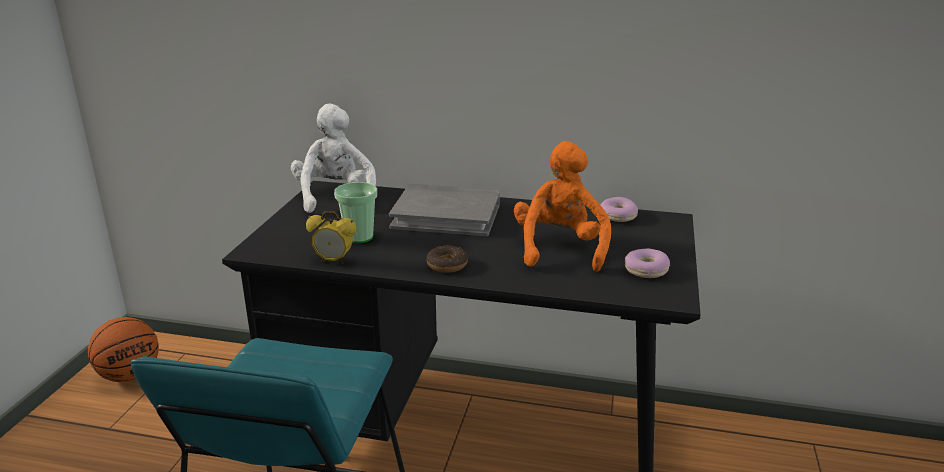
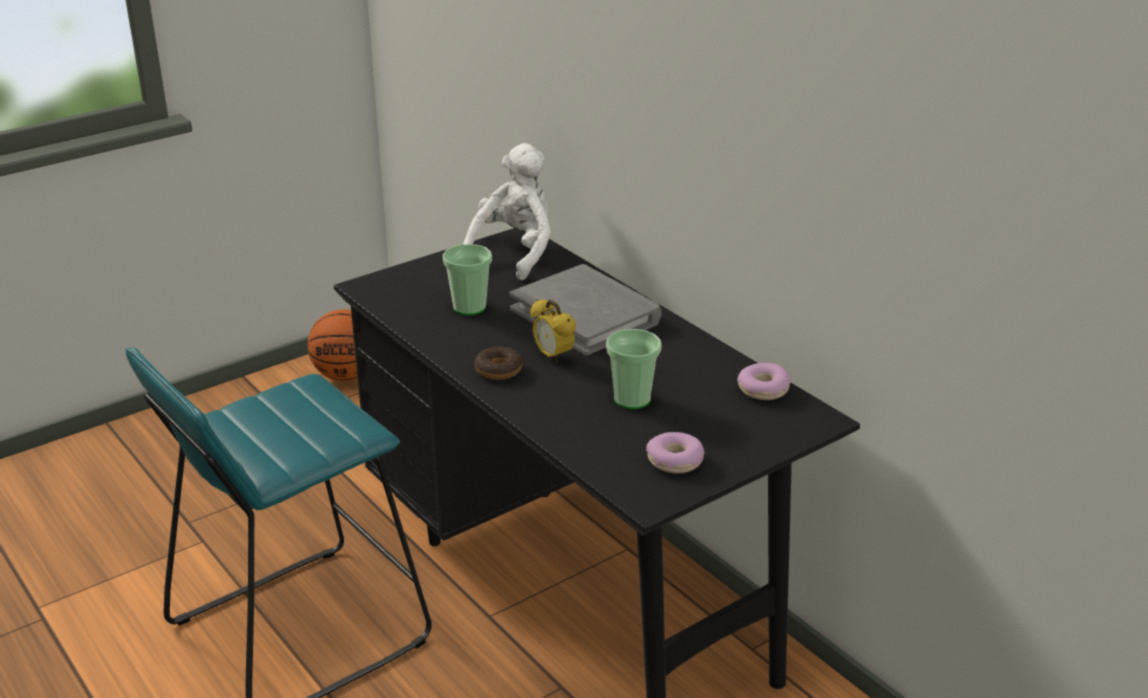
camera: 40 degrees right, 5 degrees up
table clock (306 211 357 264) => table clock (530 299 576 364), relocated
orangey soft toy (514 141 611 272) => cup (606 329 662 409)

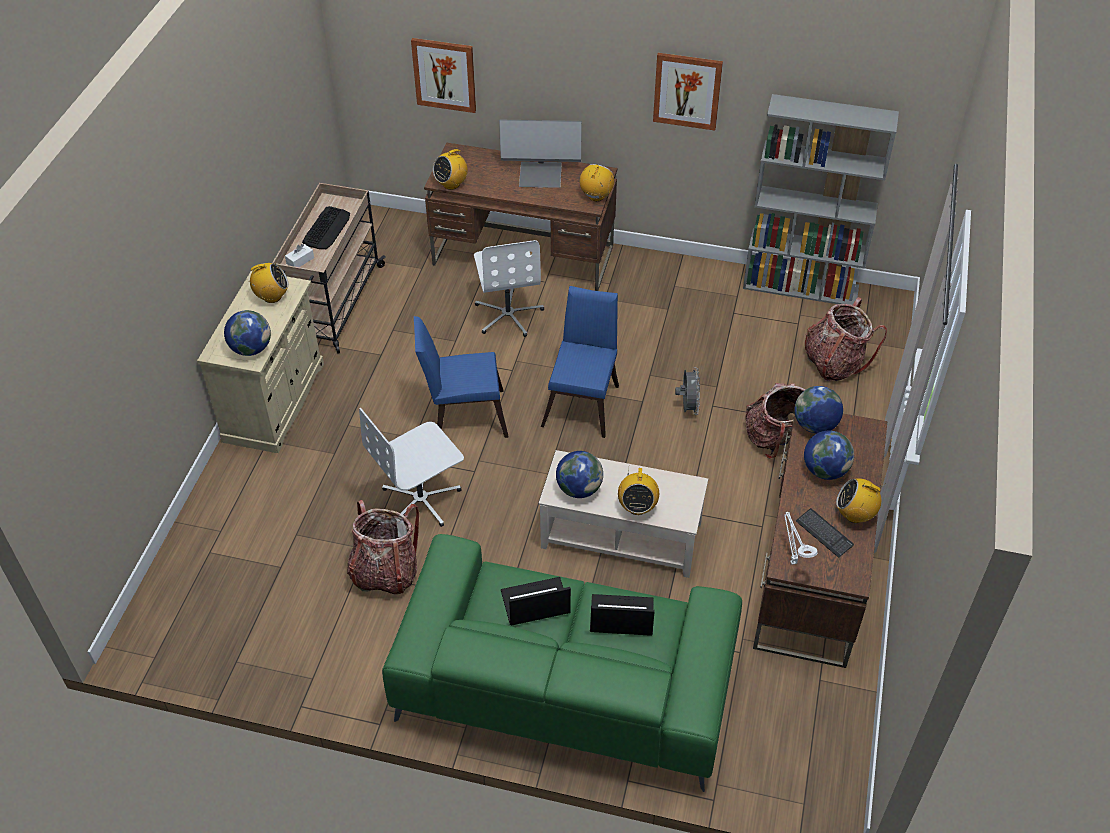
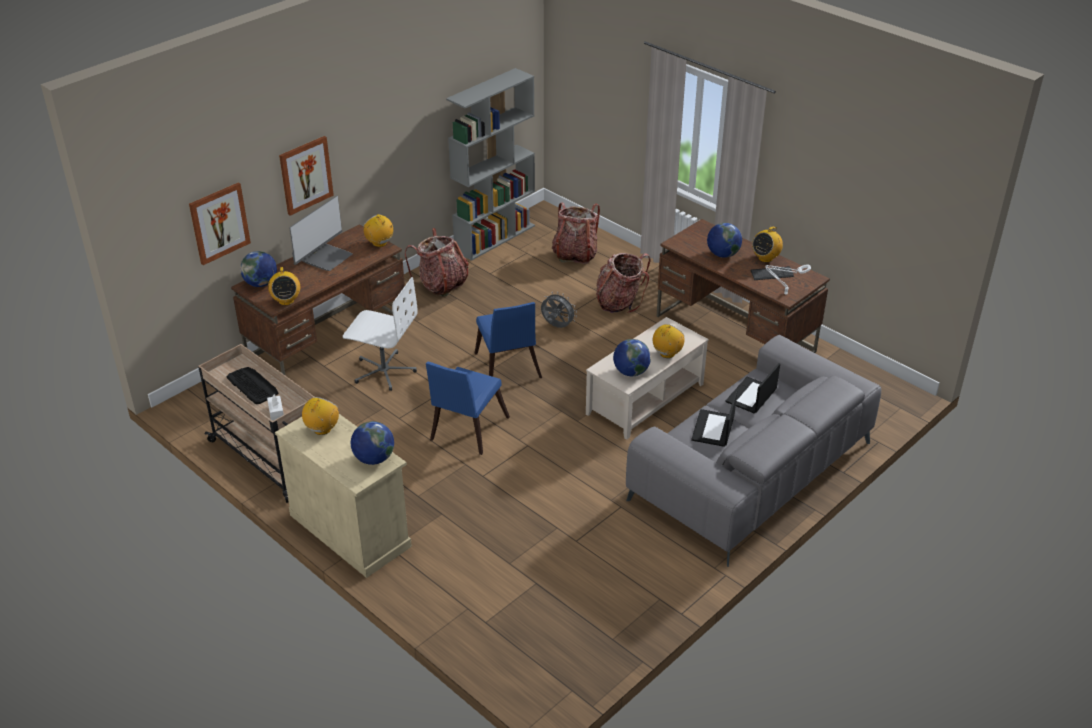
camera: 60 degrees left, 10 degrees down
knapsack (347 500 419 595) => knapsack (405 228 469 296), relocated
white-coloured computer chair (359 408 464 527) => nothing
green-coloured couch (382 534 742 792) => gray couch (626 335 881 567)
blue upright chair (541 286 619 438) => blue upright chair (475 302 542 378), 150 degrees counterclockwise
radio receiver (618 465 659 515) => radio receiver (653 324 684 358), 90 degrees counterclockwise
wall picture (653 53 723 130) => wall picture (279 136 334 216), relocated
desk globe (795 386 843 434) => desk globe (240 251 277 287), relocated

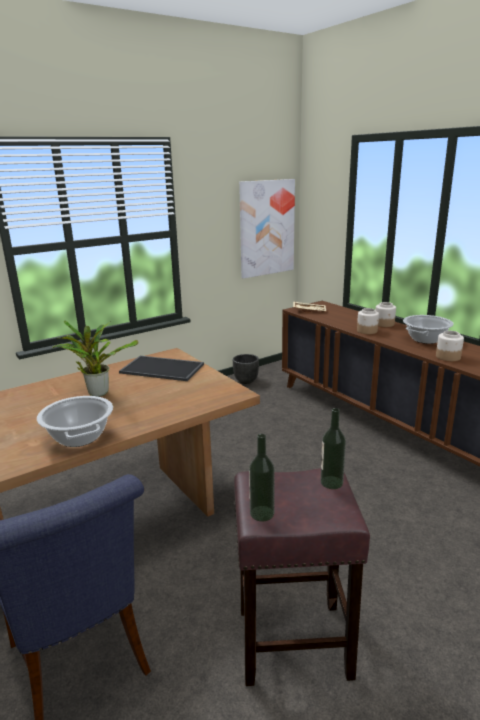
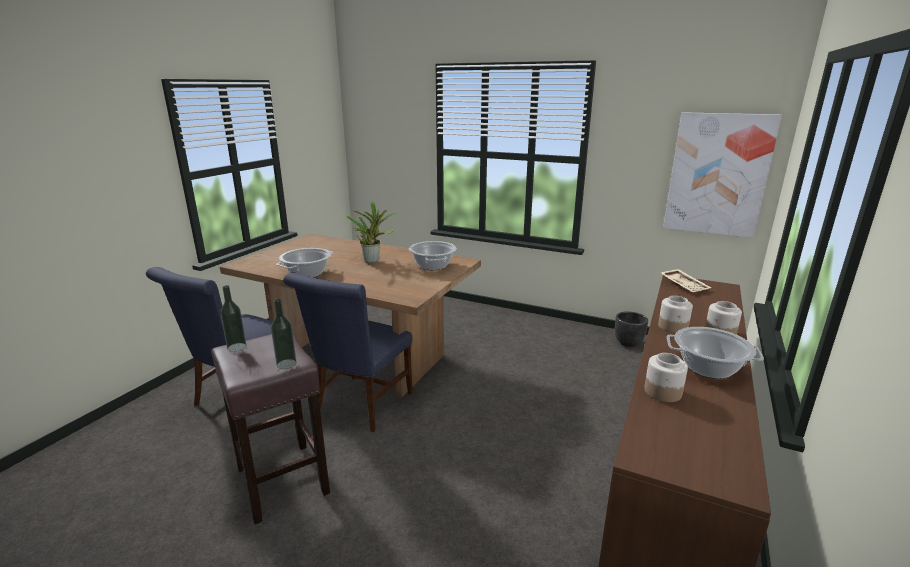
camera: 60 degrees right, 0 degrees up
tray (119 356 204 381) => stockpot (409 241 457 270)
nothing => blue upright chair (283 273 413 432)

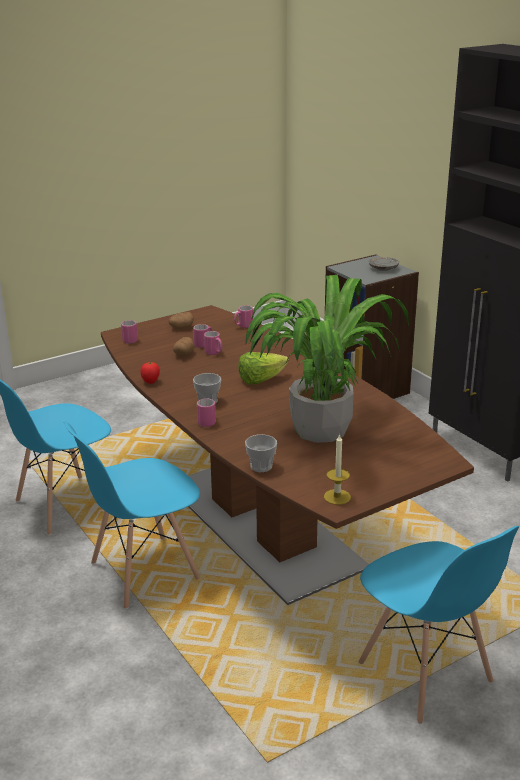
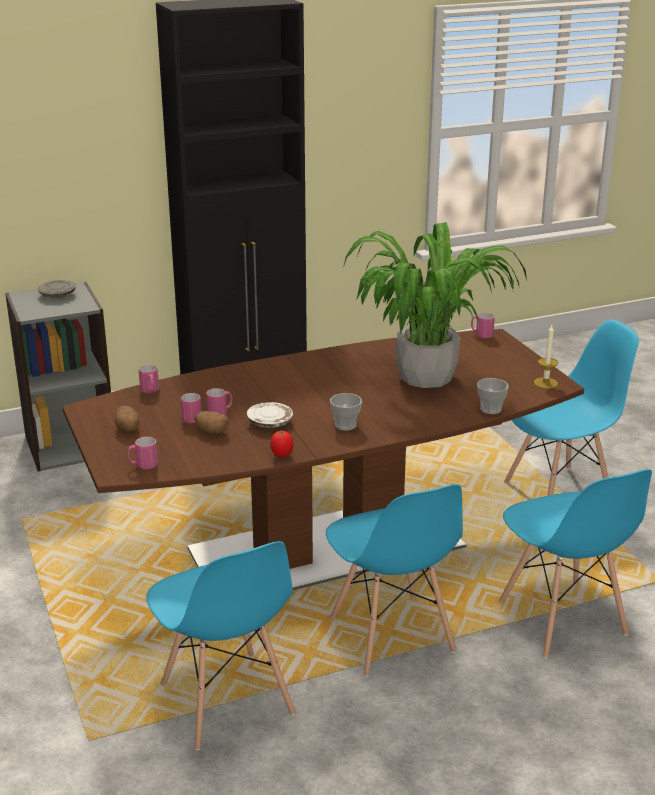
camera: 80 degrees left, 0 degrees up
pink-coloured tea mug (197 398 216 427) => pink-coloured tea mug (471 313 495 339), relocated
head of lettuce (238 352 289 384) => nothing
nothing => white-coloured flat dish (247 402 293 428)
nothing => blue upright chair (498 469 652 659)

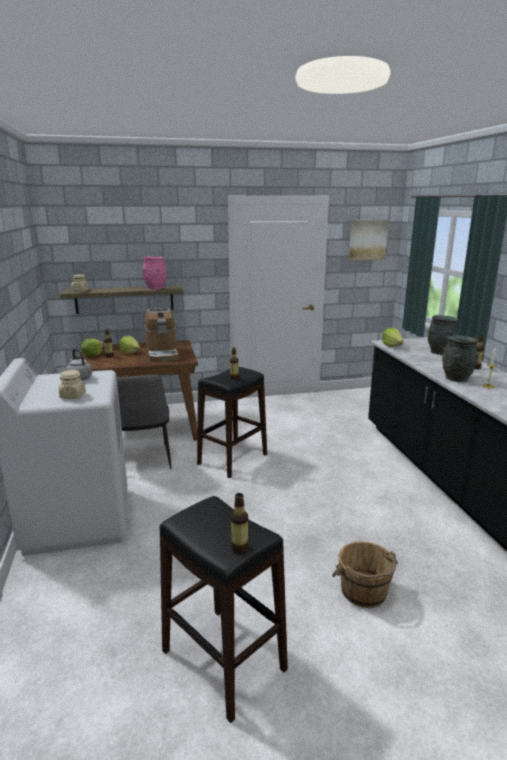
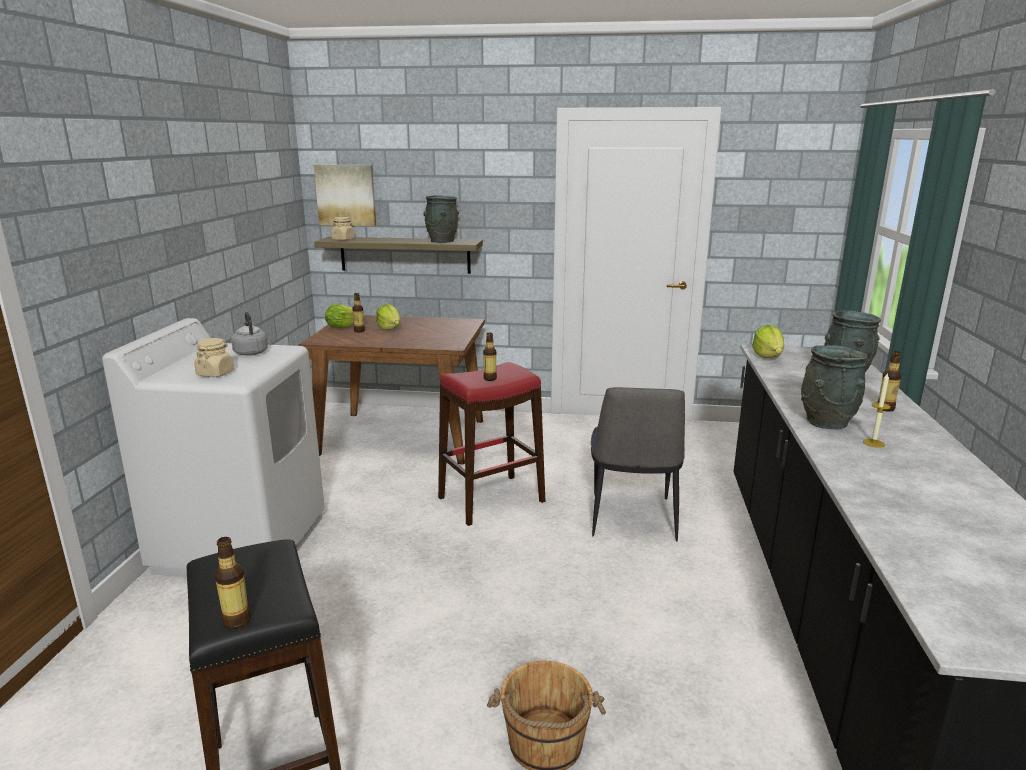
camera: 20 degrees right, 0 degrees up
upright chair (117 374 171 469) => upright chair (591 387 685 542), relocated
pink-coloured flower vase (142 256 167 290) => gray flower vase (423 195 459 243)
coffee machine (145 308 179 362) => nothing
blackish sitting stool (197 367 267 478) => reddish sitting stool (438 362 545 526)
wall picture (349 220 389 260) => wall picture (314 165 376 226), relocated

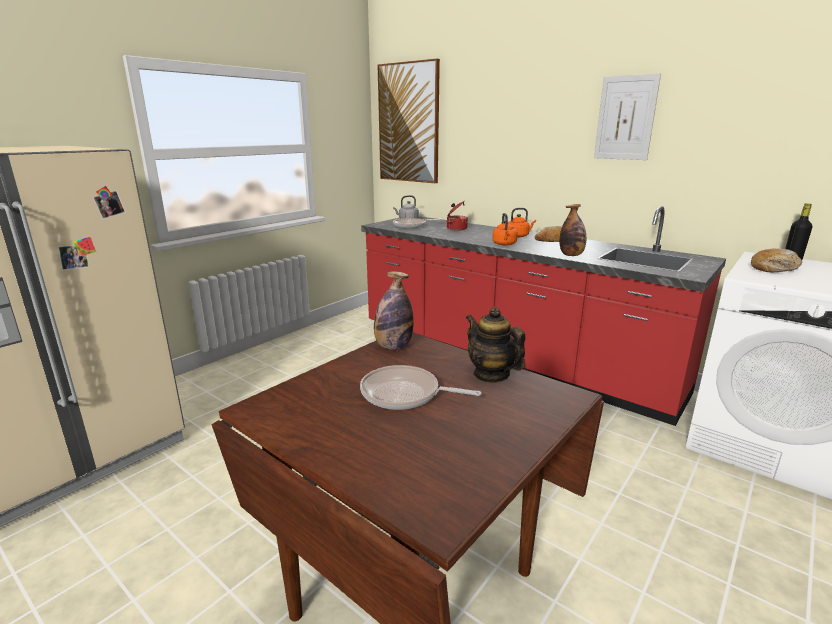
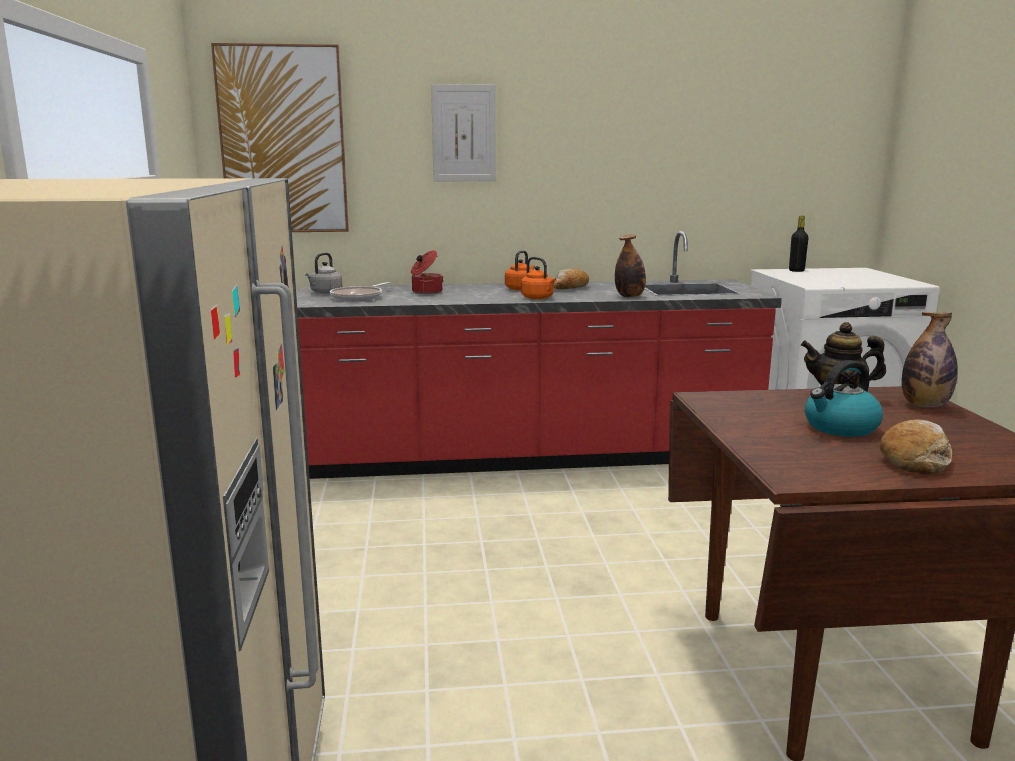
camera: 45 degrees left, 5 degrees down
skillet (360 365 482 410) => tea kettle (805 360 883 437)
beverage bottle (374 271 414 350) => beverage bottle (902 312 958 407), relocated
wall picture (594 73 661 160) => wall picture (431 84 496 181), relocated
bread (751 249 802 273) => bread (879 419 952 475), relocated

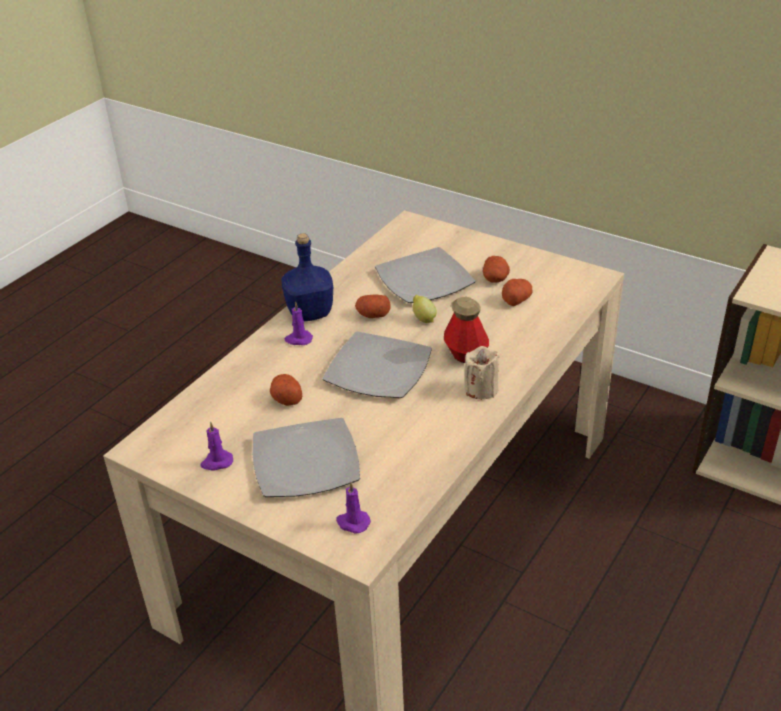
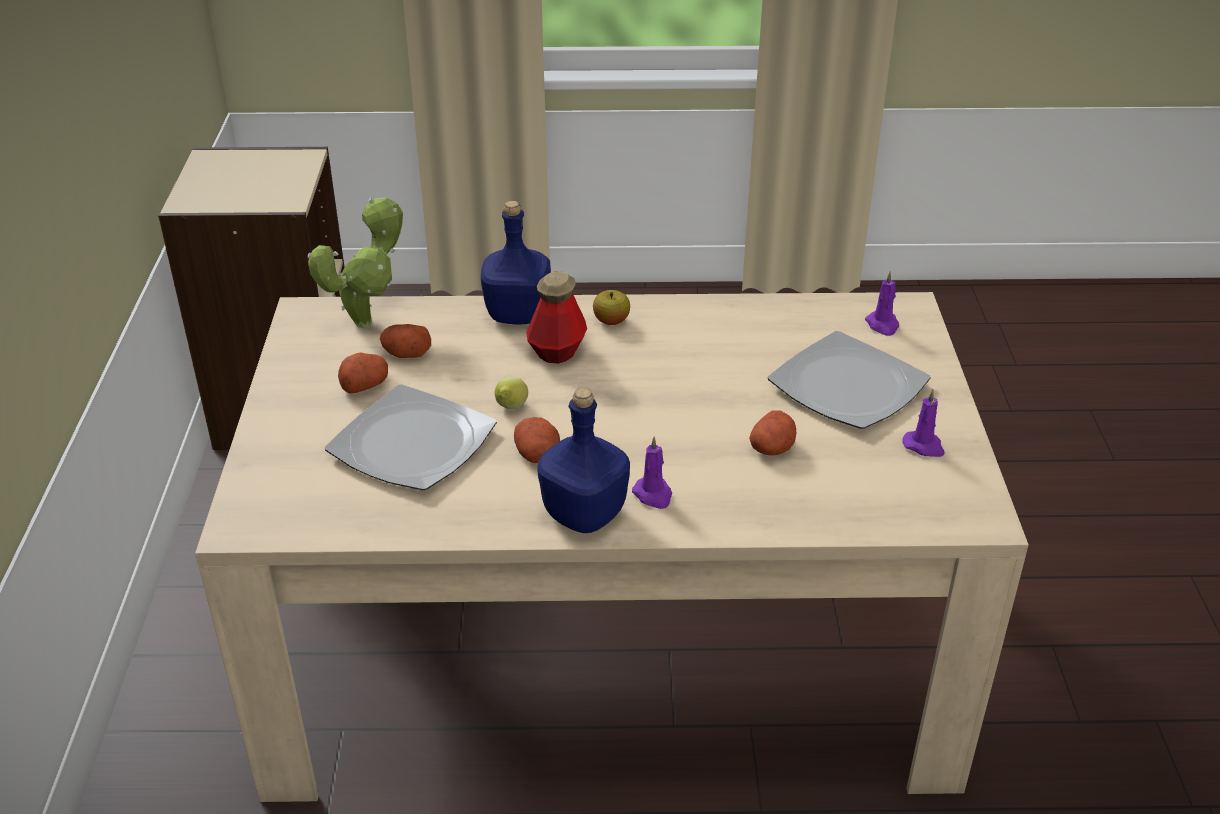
camera: 125 degrees left, 0 degrees up
flat dish (323 331 432 398) => nothing
beige wax light (464 346 500 400) => apple (593 290 630 325)
nothing => plant in a pot (308 197 403 328)
nothing => blue beverage bottle (481 201 551 324)

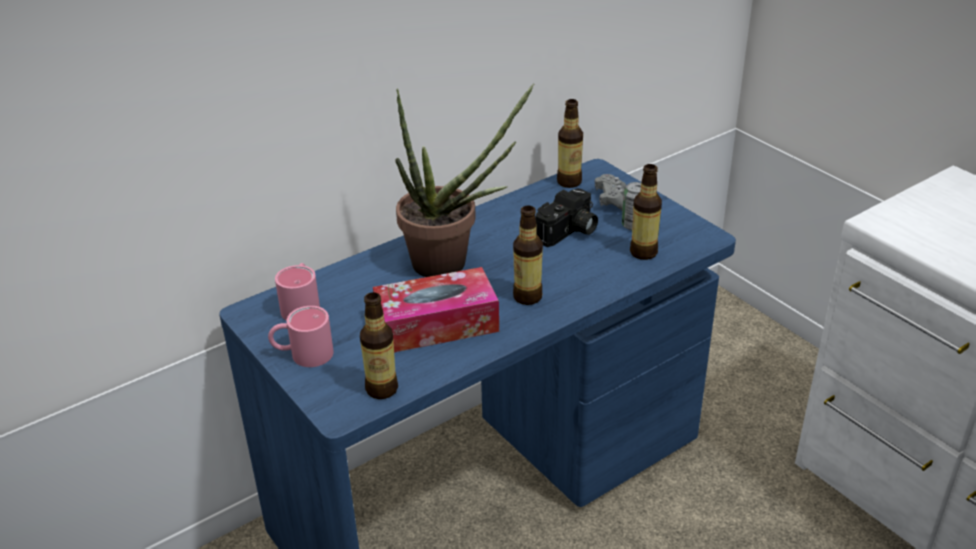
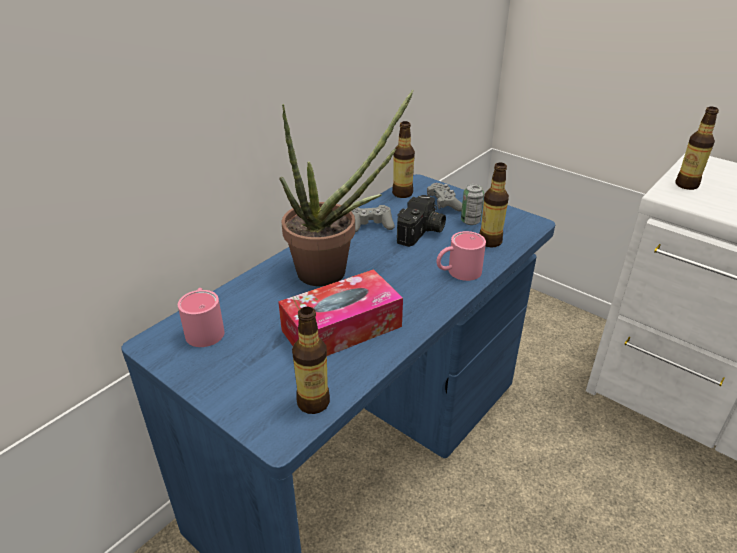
camera: 15 degrees left, 0 degrees up
pink-coloured tea mug (268 306 334 367) => pink-coloured tea mug (436 231 486 281), relocated
beverage bottle (513 205 543 305) => beverage bottle (675 107 719 190), relocated
nothing => gray gamepad (351 205 395 232)

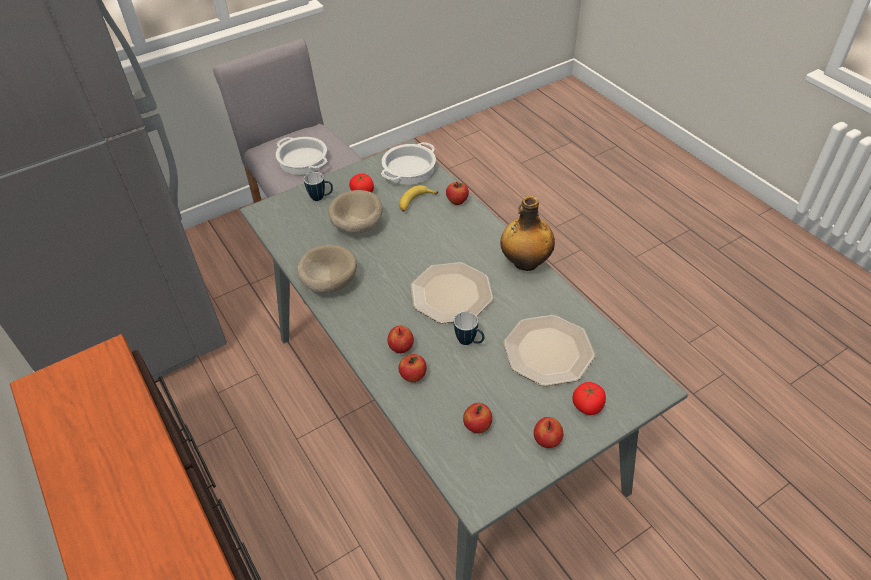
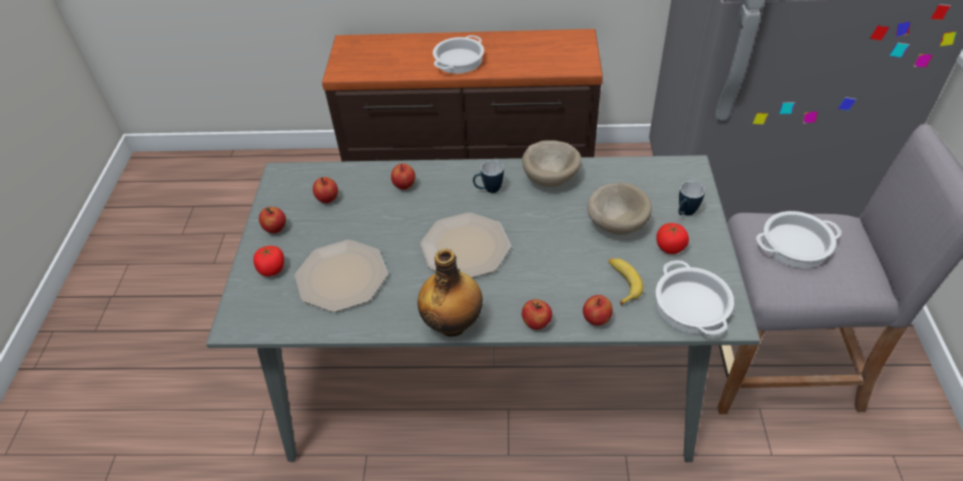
camera: 125 degrees right, 0 degrees up
apple (387 326 414 353) => apple (522 299 552 330), relocated
tea mug (454 311 484 345) => tea mug (473 160 504 193), relocated
nothing => stockpot (433 35 484 74)

